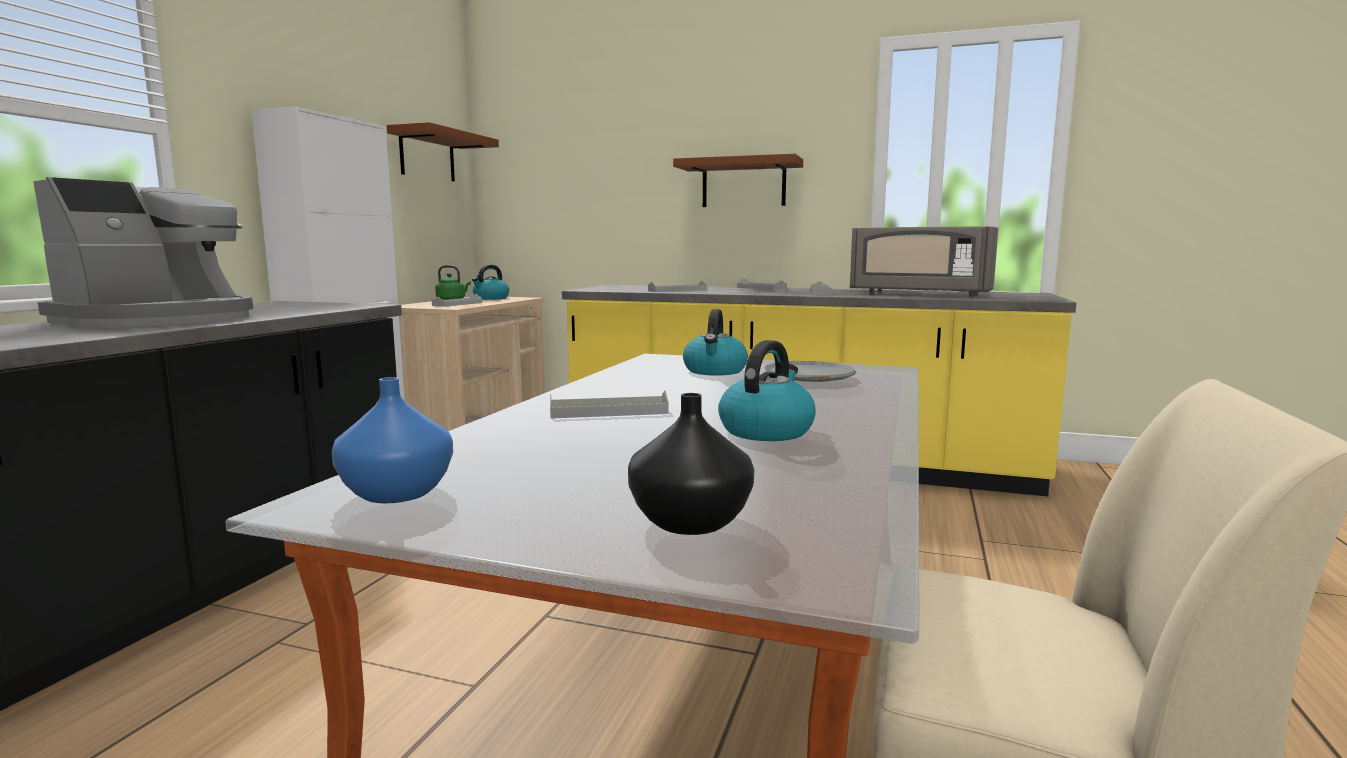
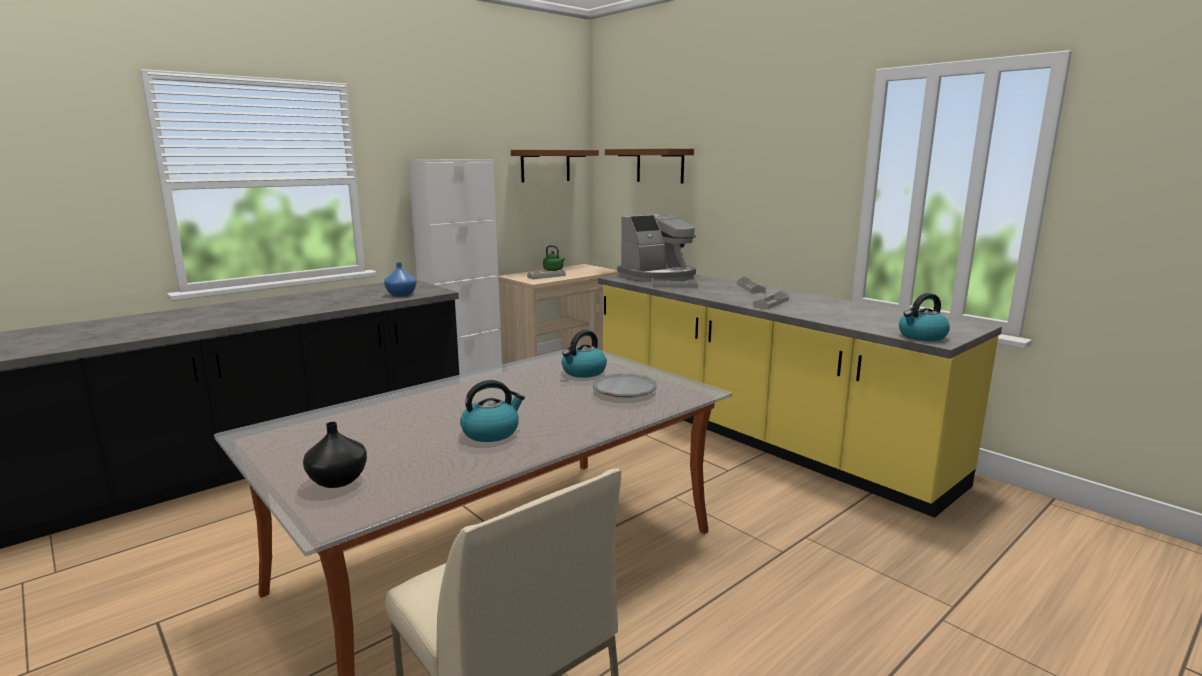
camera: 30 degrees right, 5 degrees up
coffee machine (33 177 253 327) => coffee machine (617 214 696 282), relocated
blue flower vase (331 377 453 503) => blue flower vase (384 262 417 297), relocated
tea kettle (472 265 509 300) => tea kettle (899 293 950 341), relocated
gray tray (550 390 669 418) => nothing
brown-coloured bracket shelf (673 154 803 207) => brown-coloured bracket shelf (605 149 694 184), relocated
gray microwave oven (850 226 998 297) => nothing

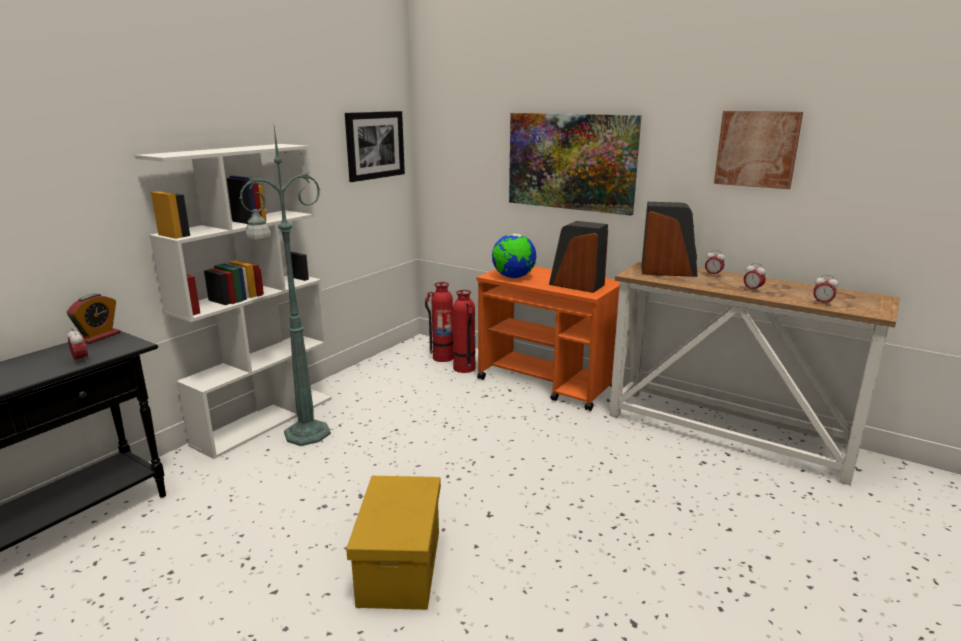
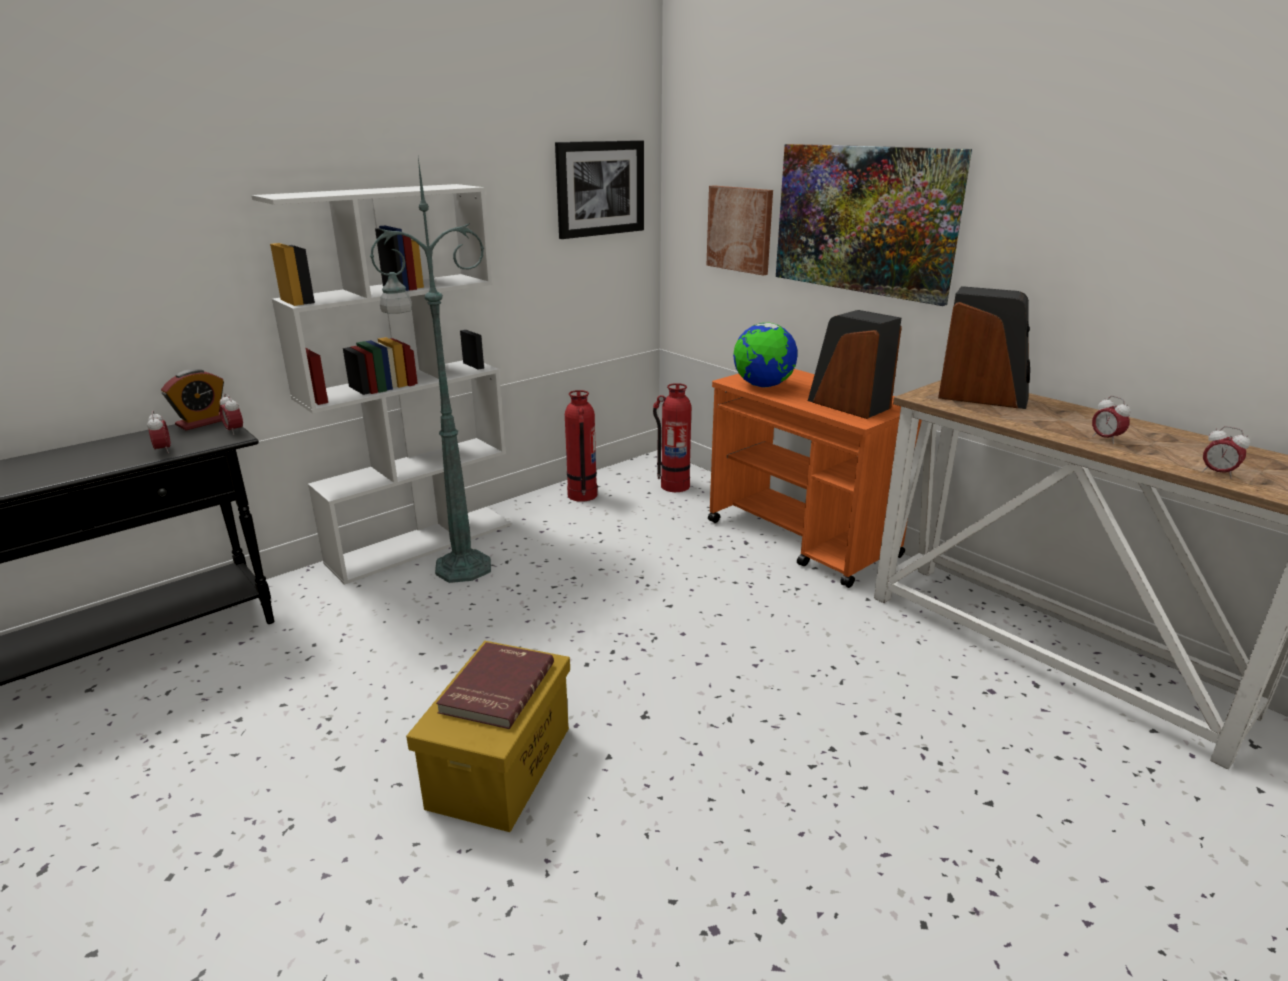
camera: 15 degrees right, 5 degrees up
extinguisher (453 290 476 373) => extinguisher (565 390 597 502), relocated
table clock (705 250 725 277) => table clock (219 393 243 435), relocated
wall picture (714 111 803 189) => wall picture (707 185 773 275), relocated
nothing => reddish volume (436 642 554 729)

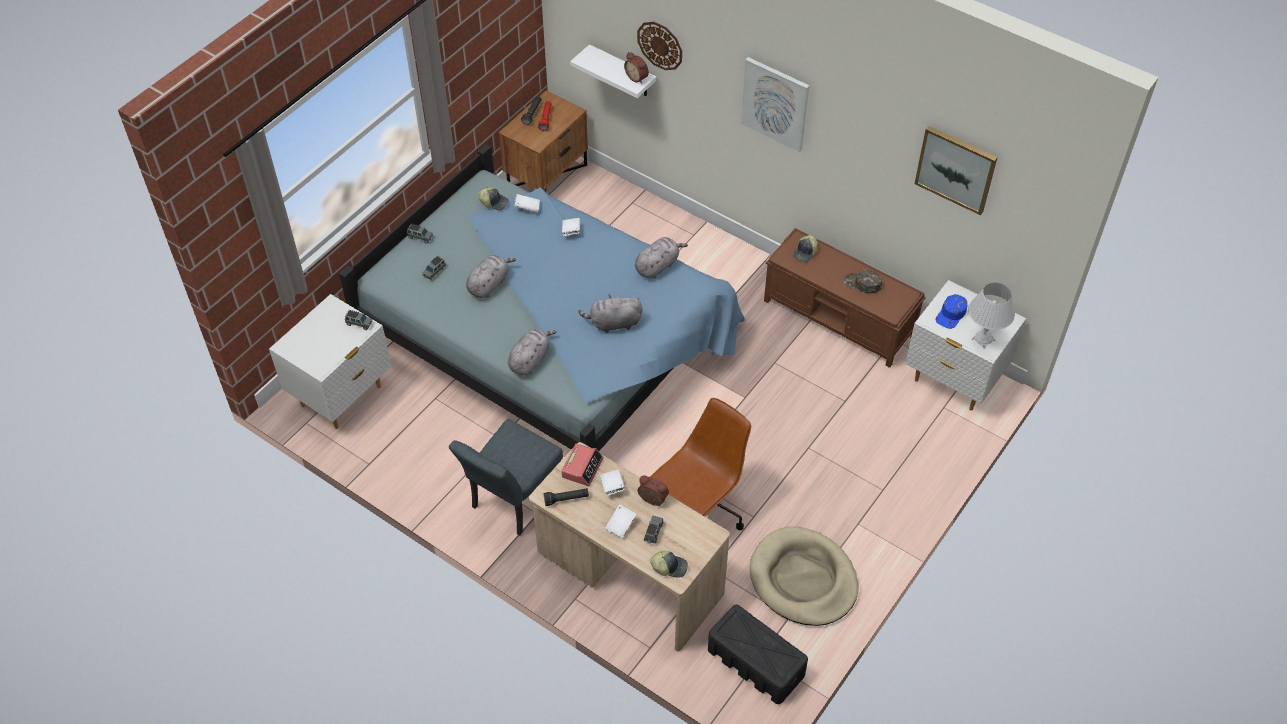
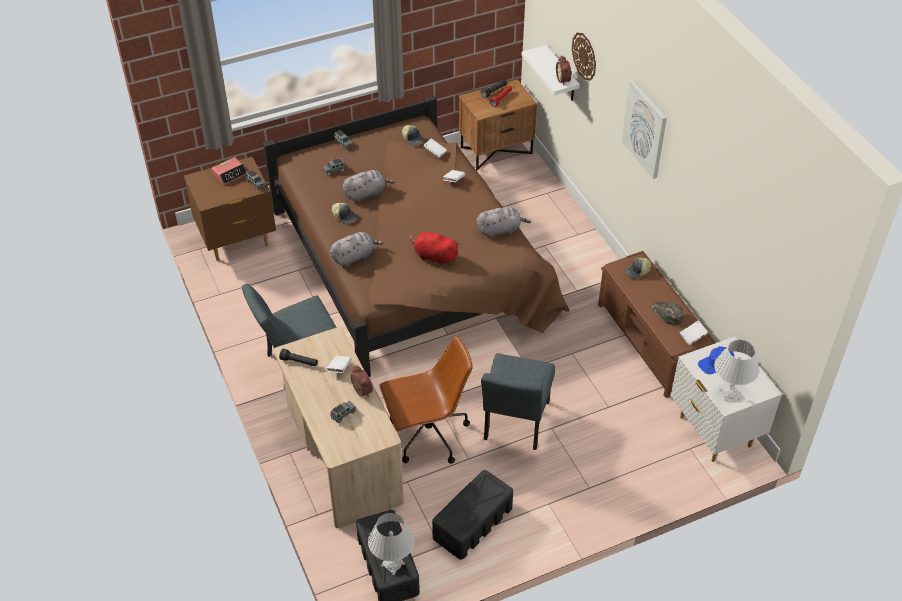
camera: 30 degrees right, 5 degrees down
white-coloured bedside table (269 294 391 429) => brown-coloured bedside table (184 157 276 261)
blue bed (339 144 745 451) => brown-coloured bed (263 95 569 377)
table clock (561 443 604 486) => table clock (212 157 247 186), relocated
gray soft toy (578 294 643 333) => reddish soft toy (410 230 460 266)
white-coloured volume (605 504 636 538) => white-coloured volume (680 320 708 345), relocated
cap (650 551 688 578) => cap (332 203 357 225), relocated
beige dog cushion (750 526 859 626) => blackish storage bin (432 470 513 560)
wall picture (915 126 998 215) => nothing
nothing => white-coloured lamp for a table (368 513 415 575)
nothing => gray upright chair (481 353 555 450)

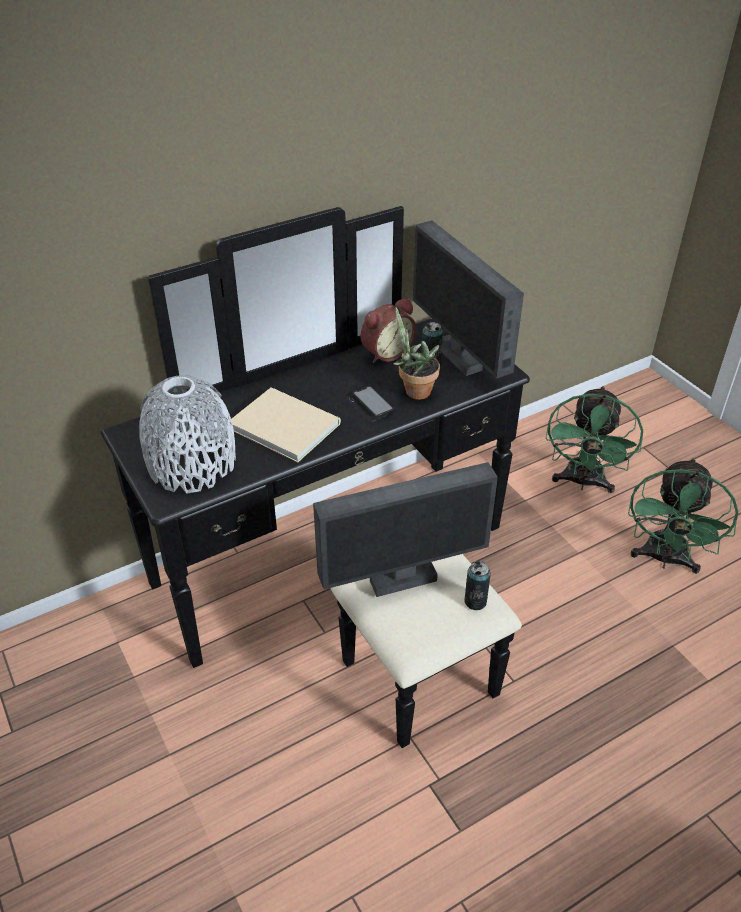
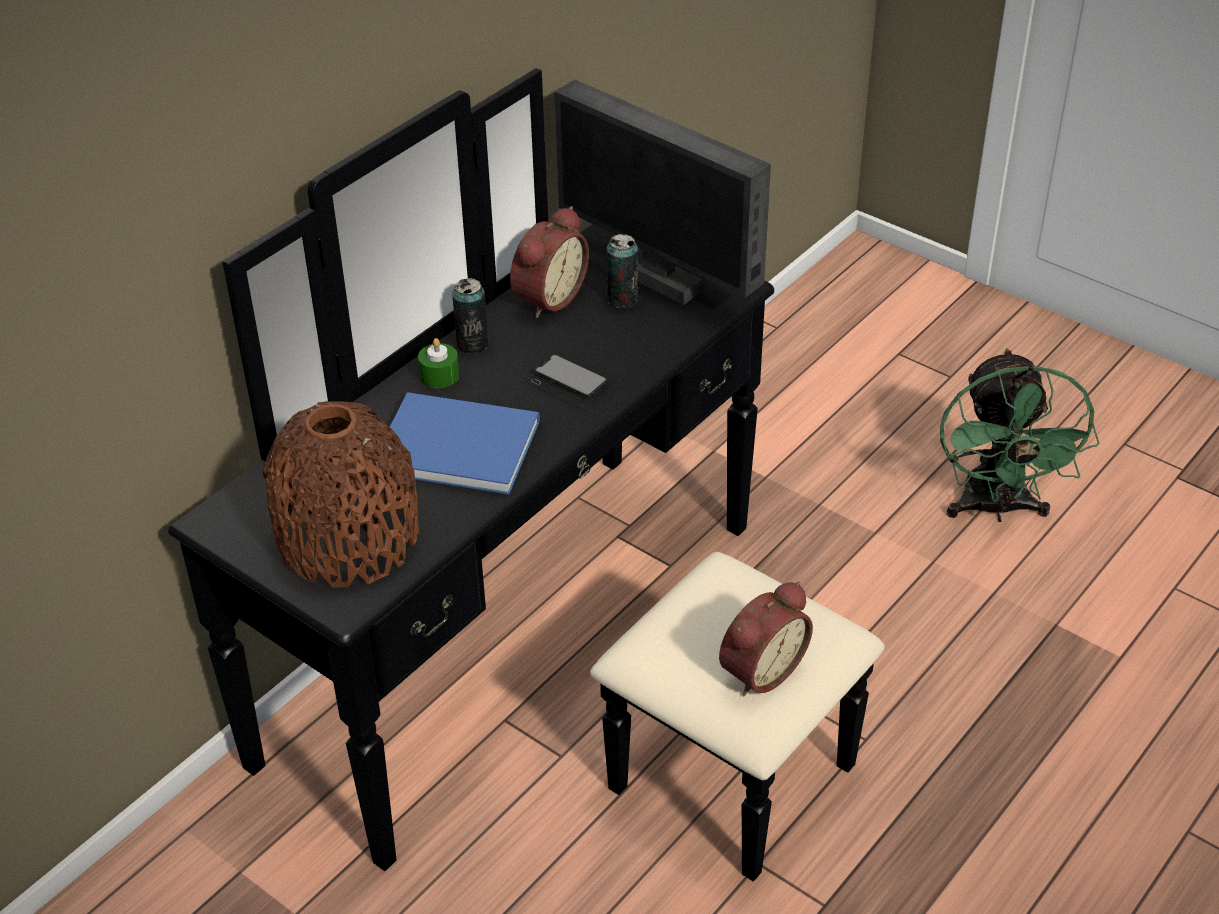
camera: 20 degrees left, 0 degrees up
gray flower vase (139 375 236 494) => brown-coloured flower vase (263 401 419 588)
beige volume (231 387 341 463) => blue volume (390 392 540 495)
monitor (313 462 498 597) => nothing
plant in a pot (393 308 440 400) => nothing
can (464 561 491 610) => can (452 278 489 354), relocated
green-coloured cooling fan (546 386 643 493) => nothing
nothing => green-coloured wax light (418 338 459 388)
nothing => table clock (719 581 813 696)

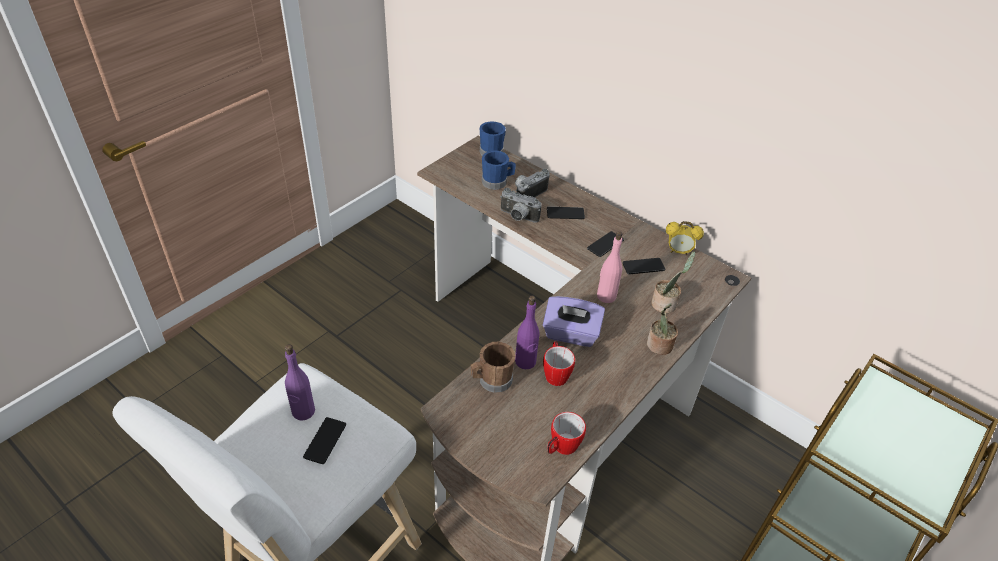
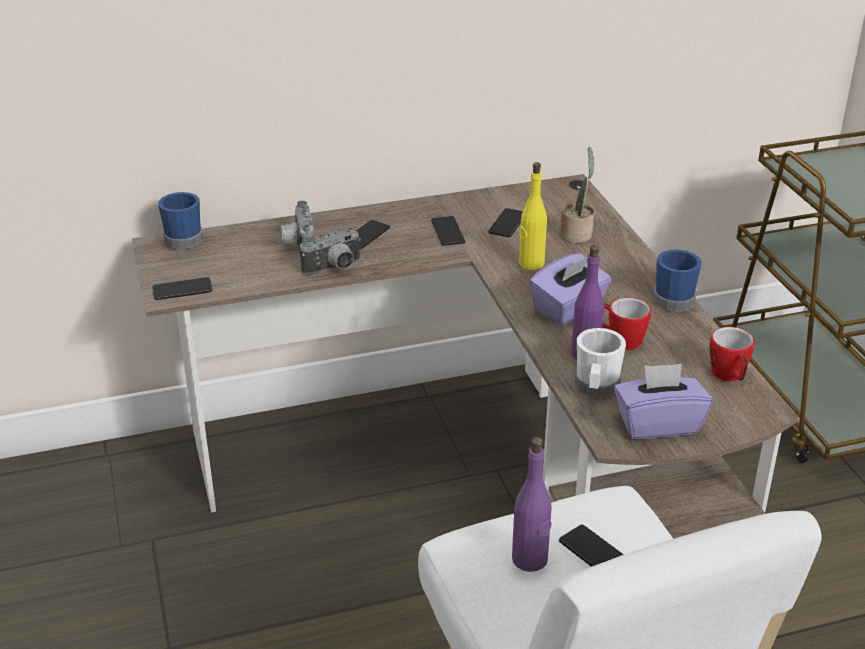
camera: 55 degrees left, 10 degrees down
brown-coloured tea mug (470 342 516 393) => white-coloured tea mug (575 328 626 398)
blue tea mug (482 150 516 190) => blue tea mug (653 250 702 312), relocated
pink-coloured beverage bottle (597 231 622 303) => yellow-coloured beverage bottle (519 162 547 270)
plant in a pot (647 304 678 355) => nothing
table clock (666 221 704 255) => nothing
nothing => phone (152 277 213 300)
nothing => purplish box of tissues (614 364 713 439)

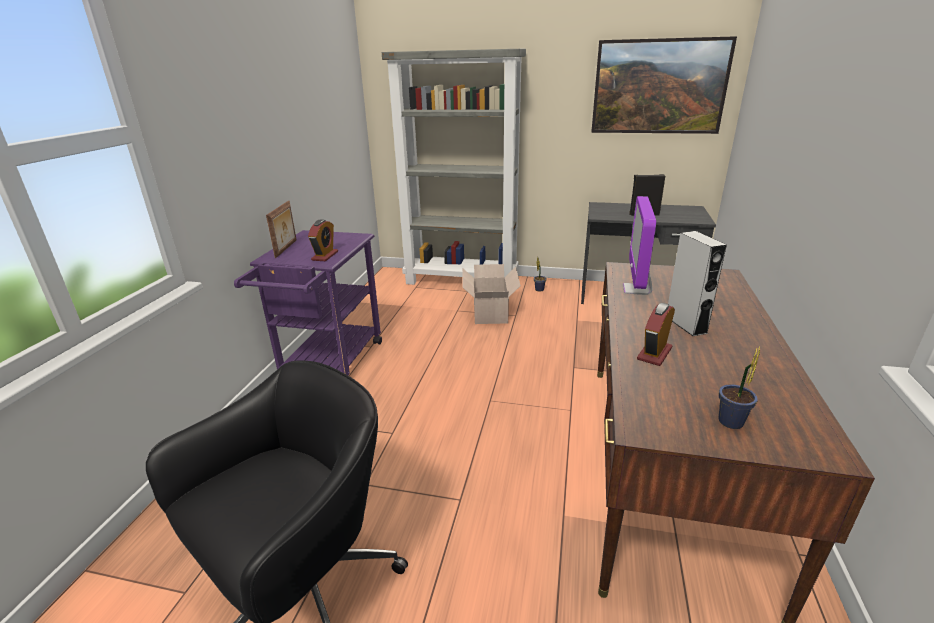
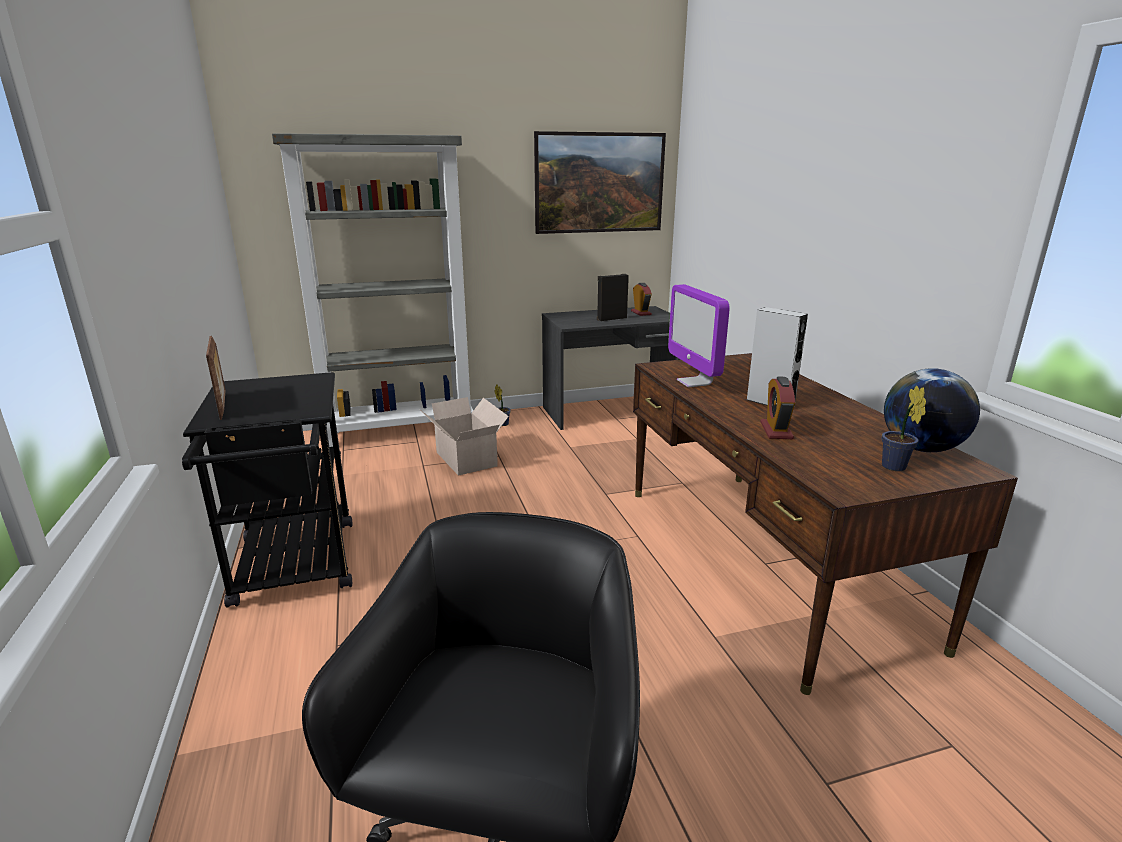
camera: 30 degrees left, 5 degrees down
purplish trolley (234 230 382 376) => blackish trolley (182 372 352 608)
table clock (308 220 338 261) => table clock (631 283 652 316), relocated
nothing => desk globe (884 368 980 452)

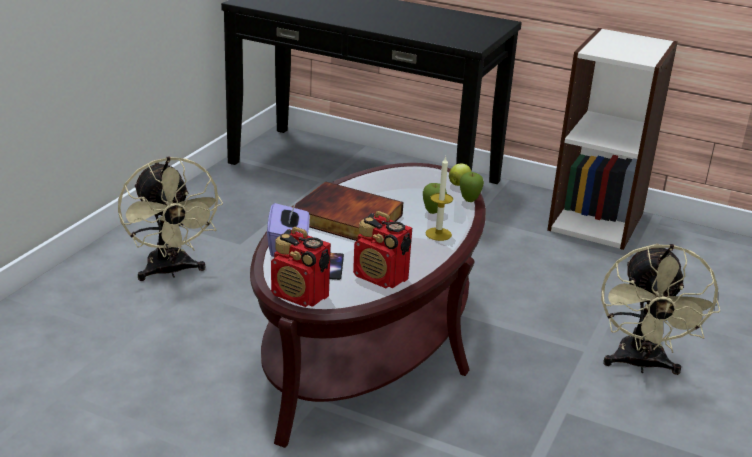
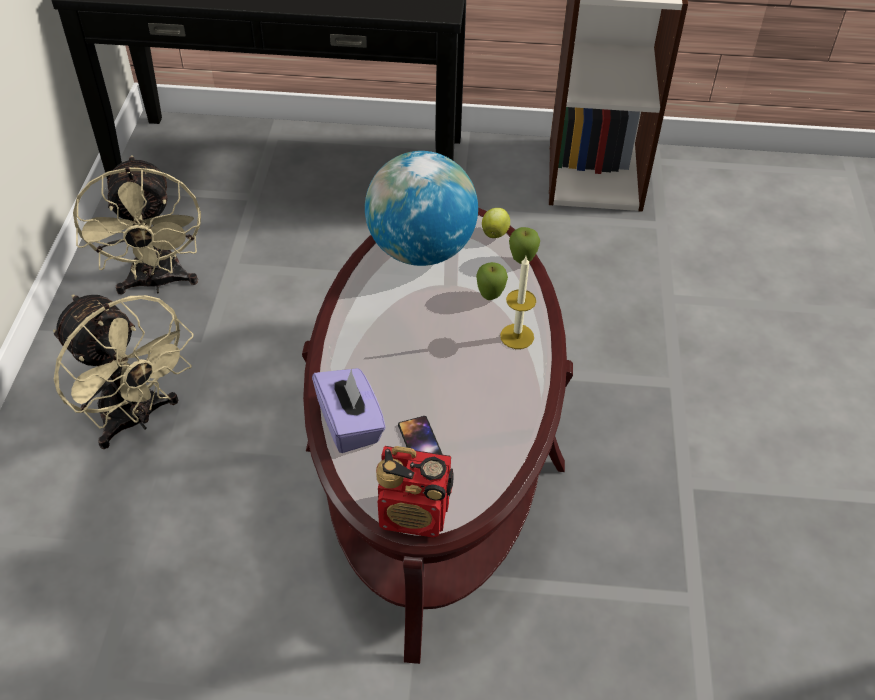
camera: 20 degrees left, 20 degrees up
volume (293 182 403 241) => nothing
radio receiver (353 211 412 288) => nothing
beige cooling fan (601 243 720 375) => beige cooling fan (73 155 201 295), relocated
nothing => desk globe (365 151 478 266)

